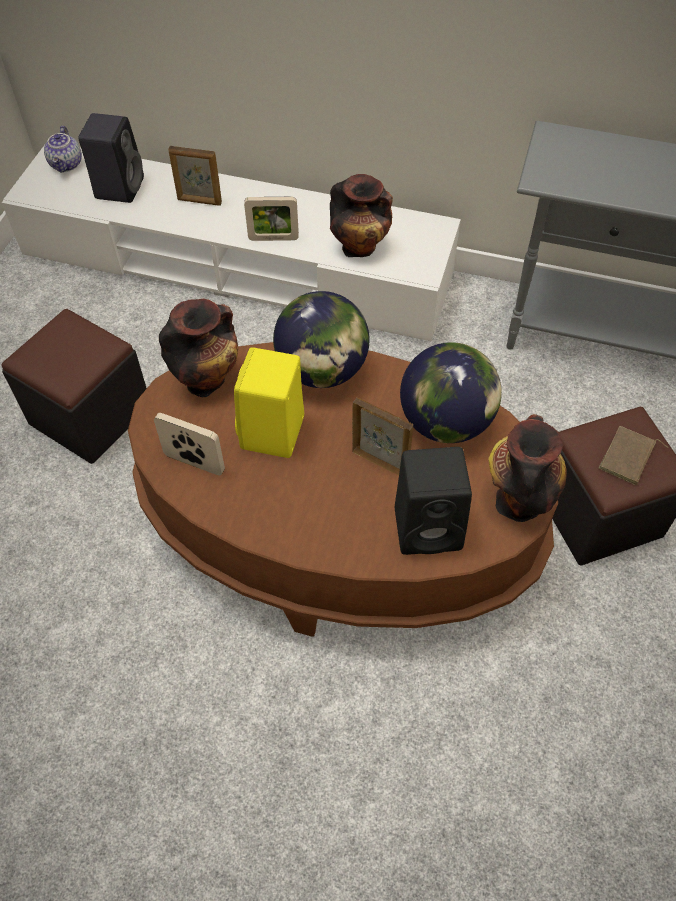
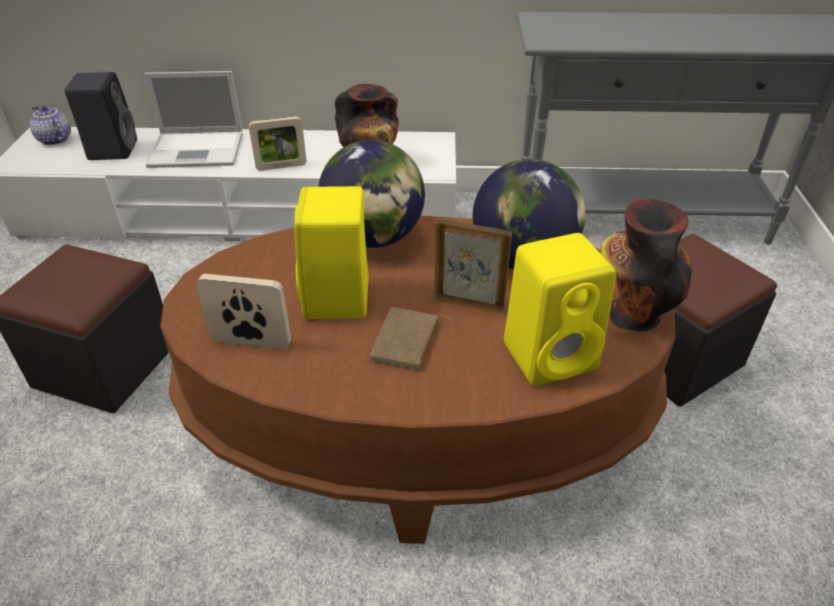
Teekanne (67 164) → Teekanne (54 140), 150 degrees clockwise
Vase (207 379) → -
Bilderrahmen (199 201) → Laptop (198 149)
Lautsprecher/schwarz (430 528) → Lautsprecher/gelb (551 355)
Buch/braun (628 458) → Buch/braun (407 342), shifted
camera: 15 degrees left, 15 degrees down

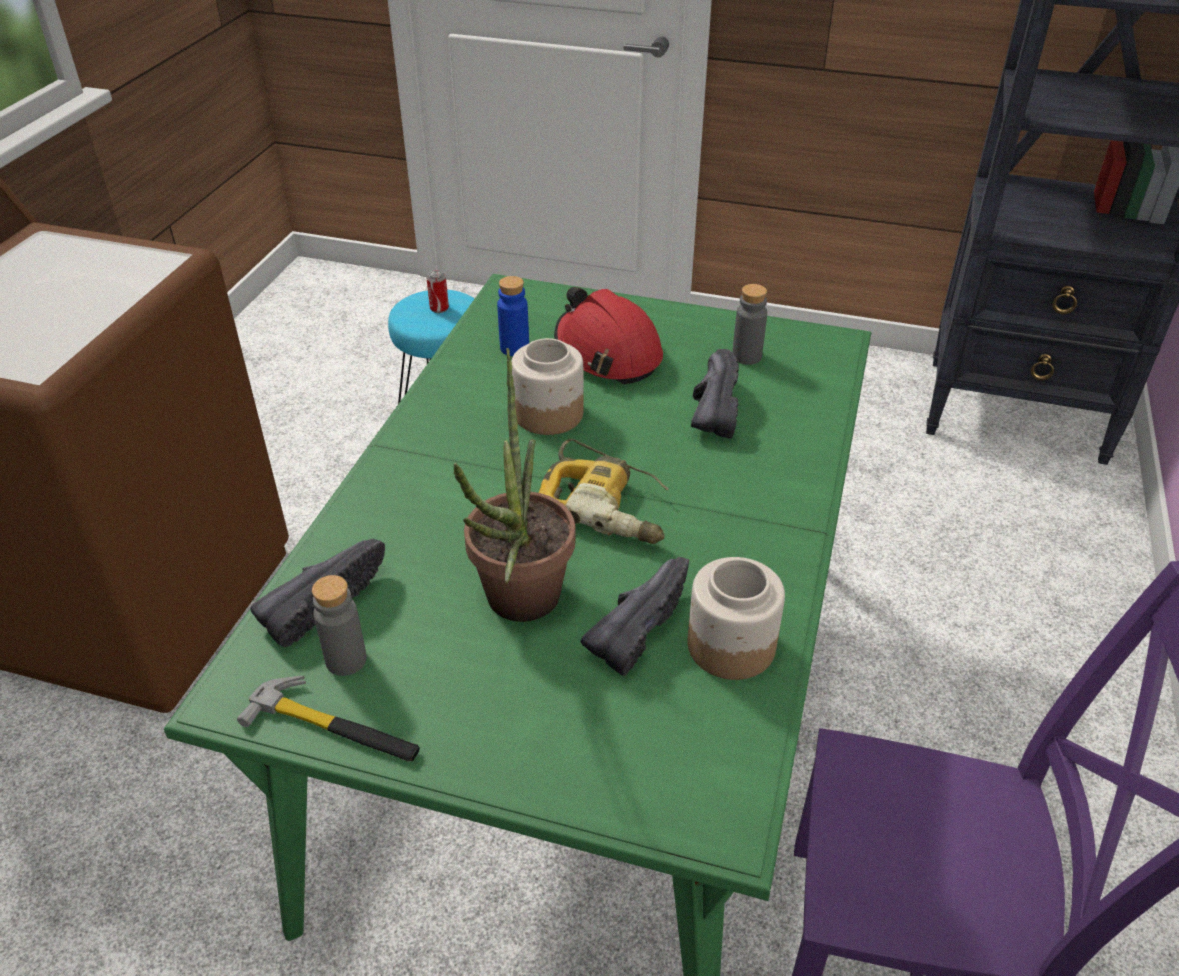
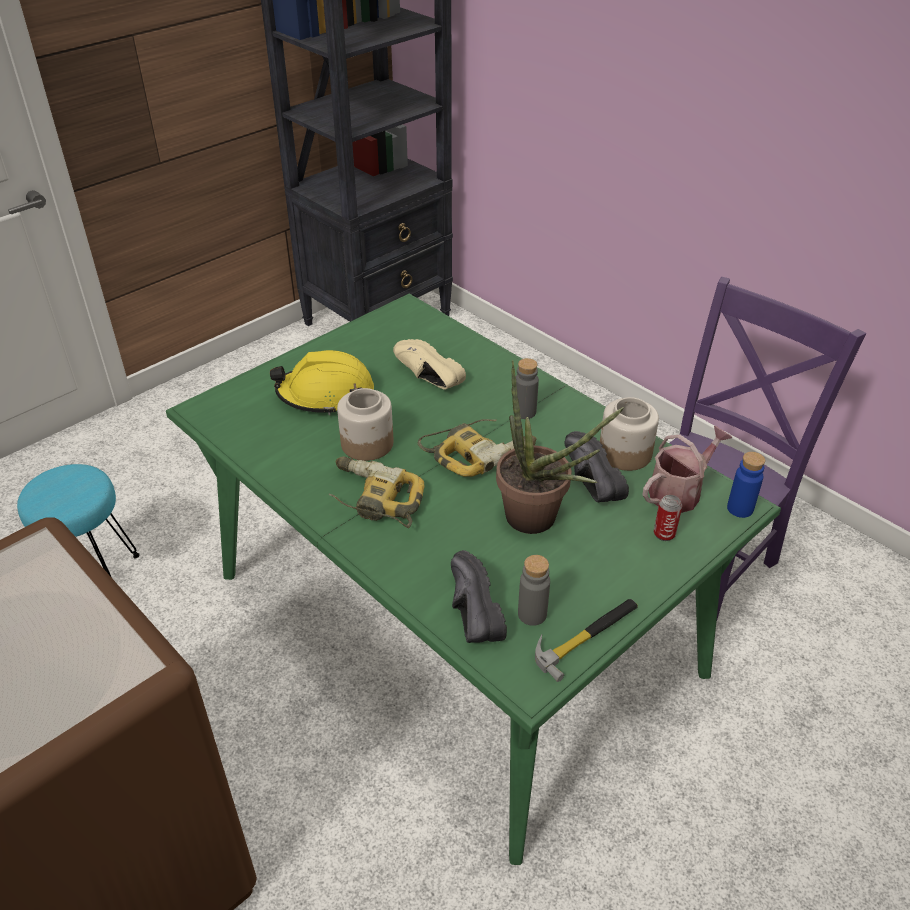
Dose (439 308) → Dose (664 534), shifted
Flasche/blau (514 348) → Flasche/blau (740 508), shifted
Schutzhelm/rot (607 352) → Schutzhelm/gelb (326 394)
Schuh/schwarz (709 409) → Schuh/beige (425 379)
Flasche/grau (746 356) → Flasche/grau (524 412), shifted
- → Bohrmaschine (373 500)
- → Gießkanne (679 492)
camera: 60 degrees left, 0 degrees up

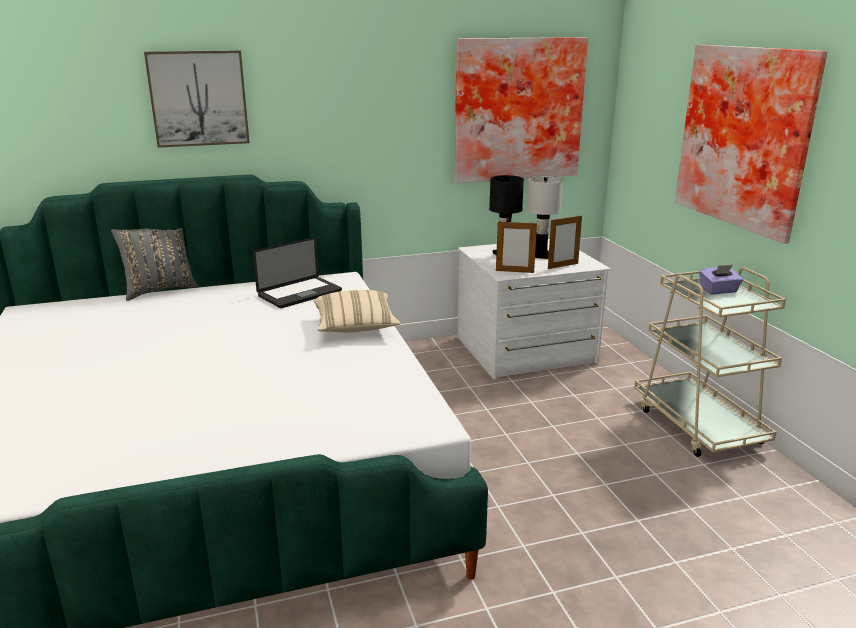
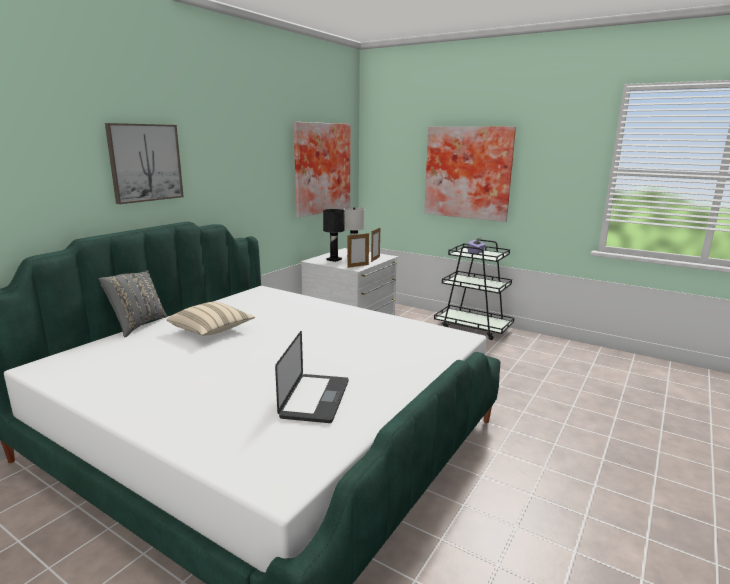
Laptop (300 294) → Laptop (315 399), shifted
Kissen/beige (355 327) → Kissen/beige (211 330), shifted
Rollwagen/beige (698 425) → Rollwagen/schwarz (473 328)
camera: 40 degrees left, 5 degrees down

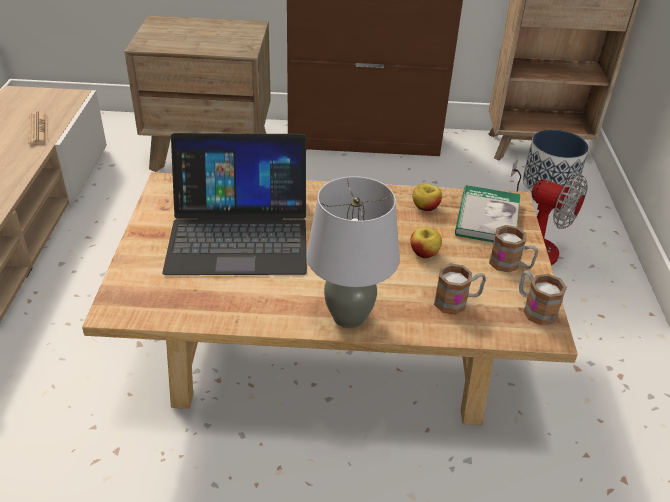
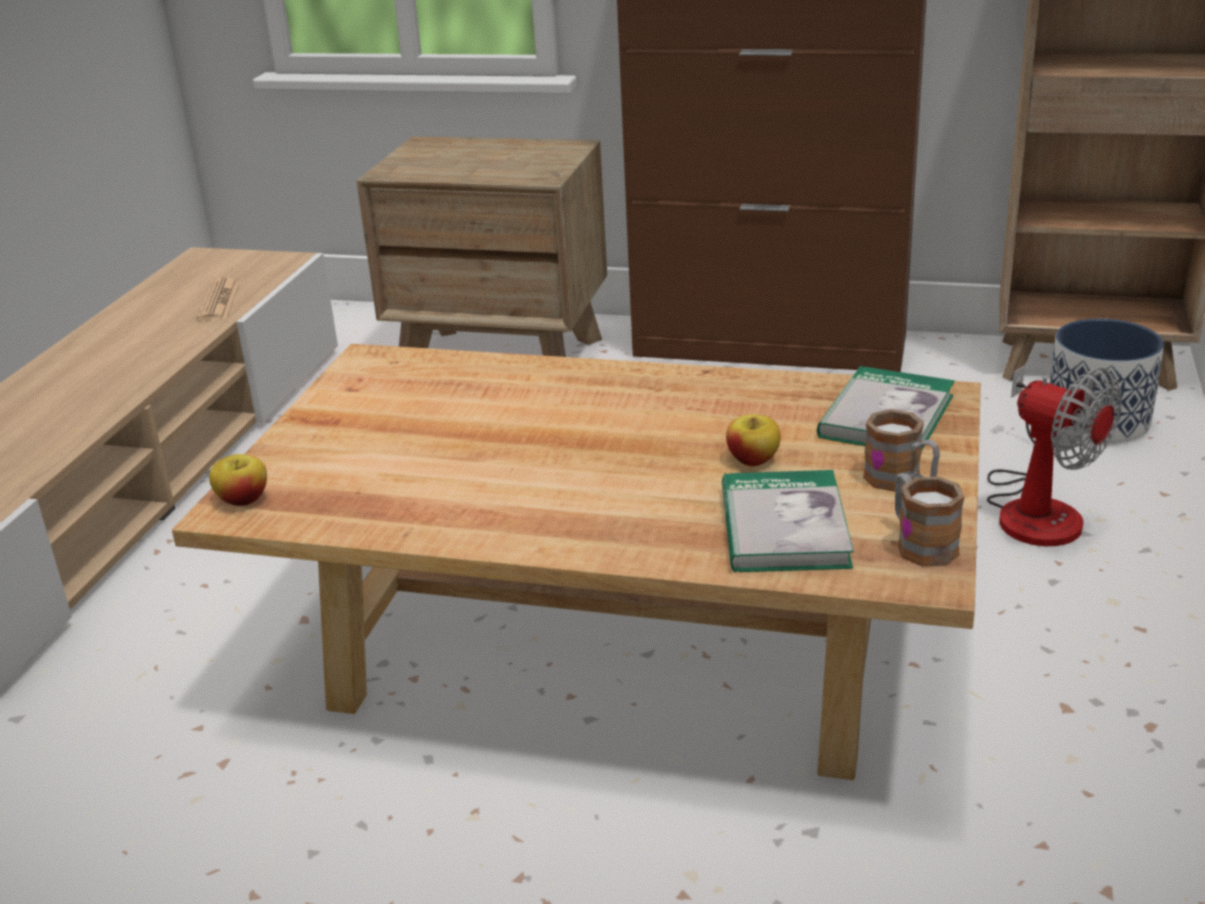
Laptop (239 233) → -
Tischlampe/grau (349 317) → -
Apfel (425 207) → Apfel (243 500), shifted
Henkelbecher (457 302) → Buch (784 527)
camera: 15 degrees right, 10 degrees down

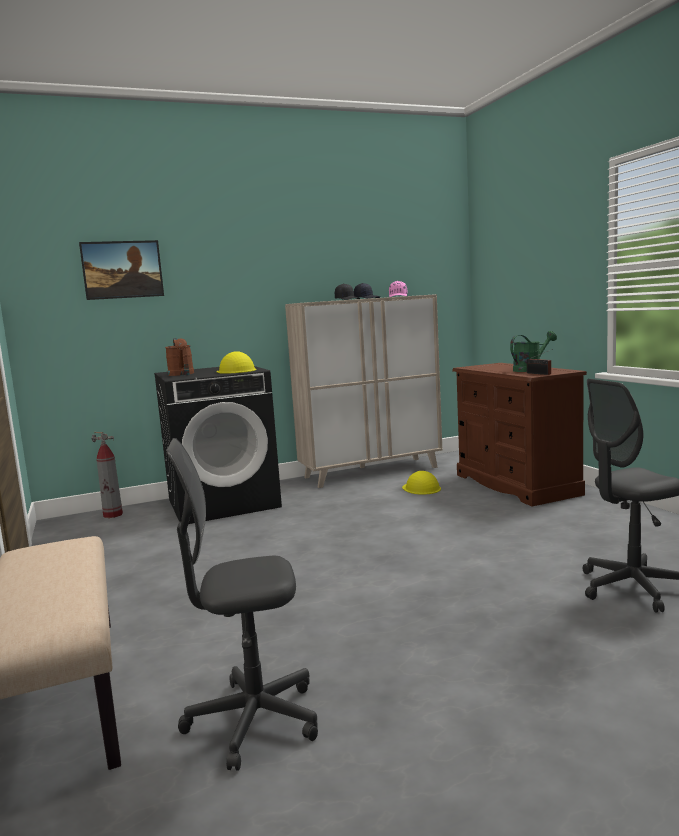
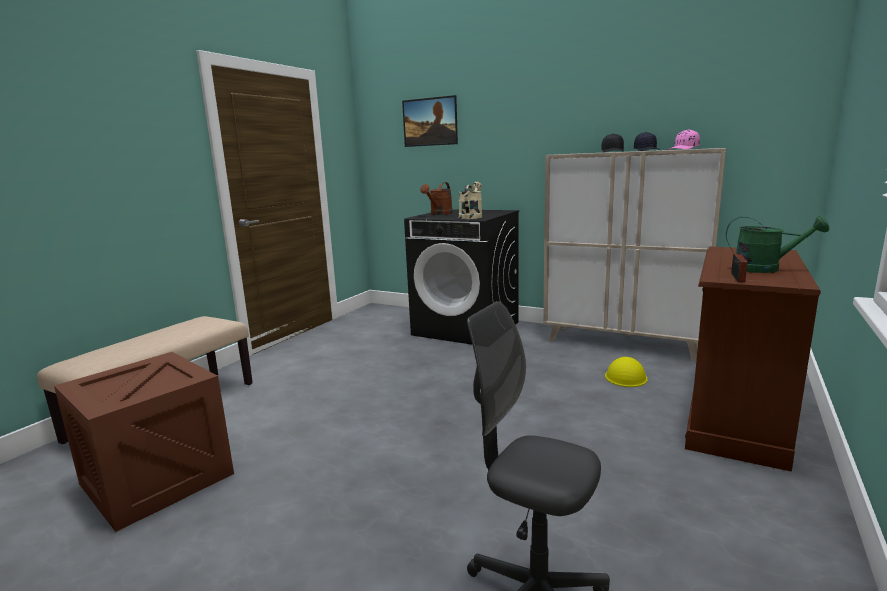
Feuerlöscher (113 515) → -
Bürostuhl/grau (253 720) → Kiste (157 479)
Schutzhelm/gelb (236 371) → Gießkanne/beige (471 216)
camera: 50 degrees right, 5 degrees up

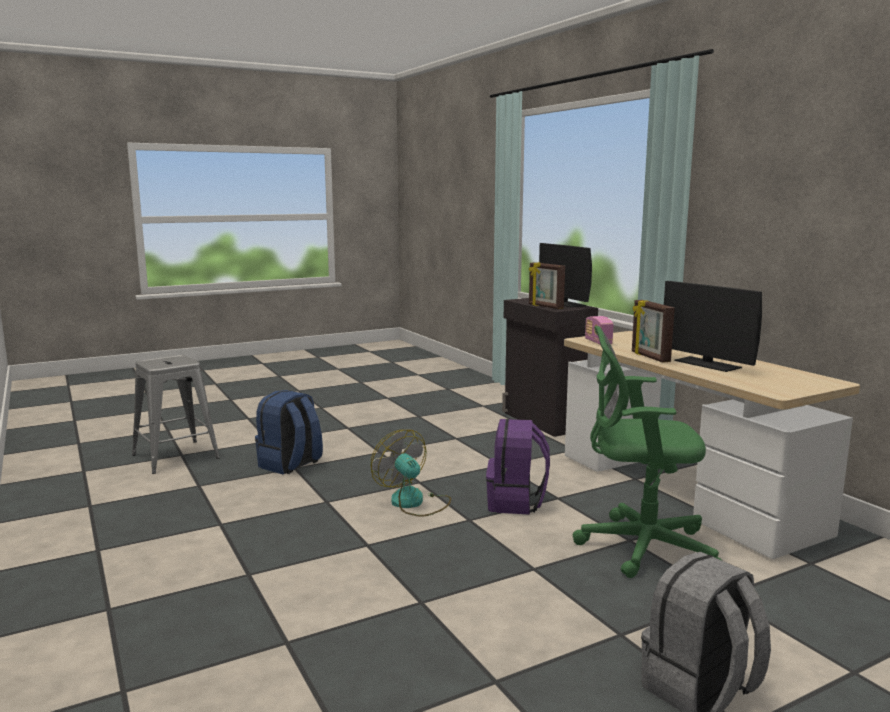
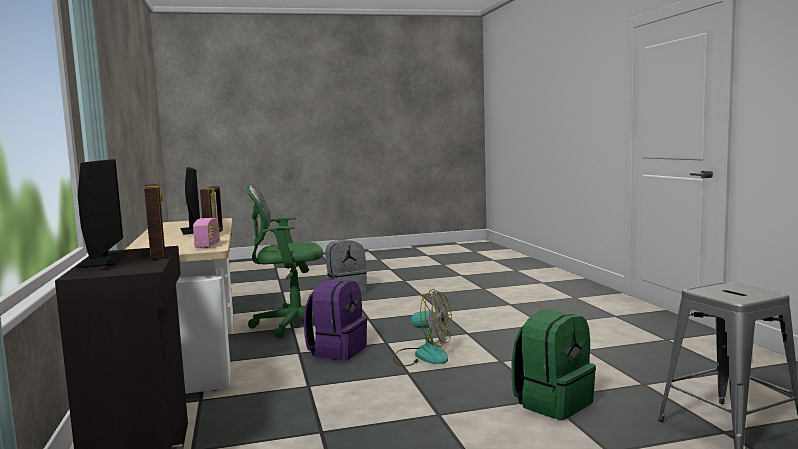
Rucksack/blau (290 465) → Rucksack/grün (553 403)
Ventilator (413 502) → Ventilator (423 356), 45 degrees counterclockwise
Bürostuhl/grün (639 547) → Bürostuhl/grün (292 324), 150 degrees clockwise
camera: 165 degrees left, 5 degrees down

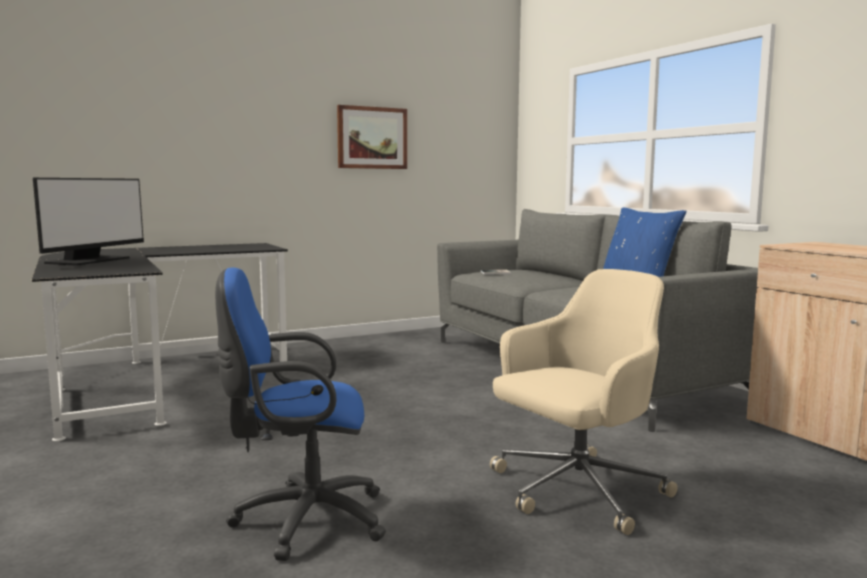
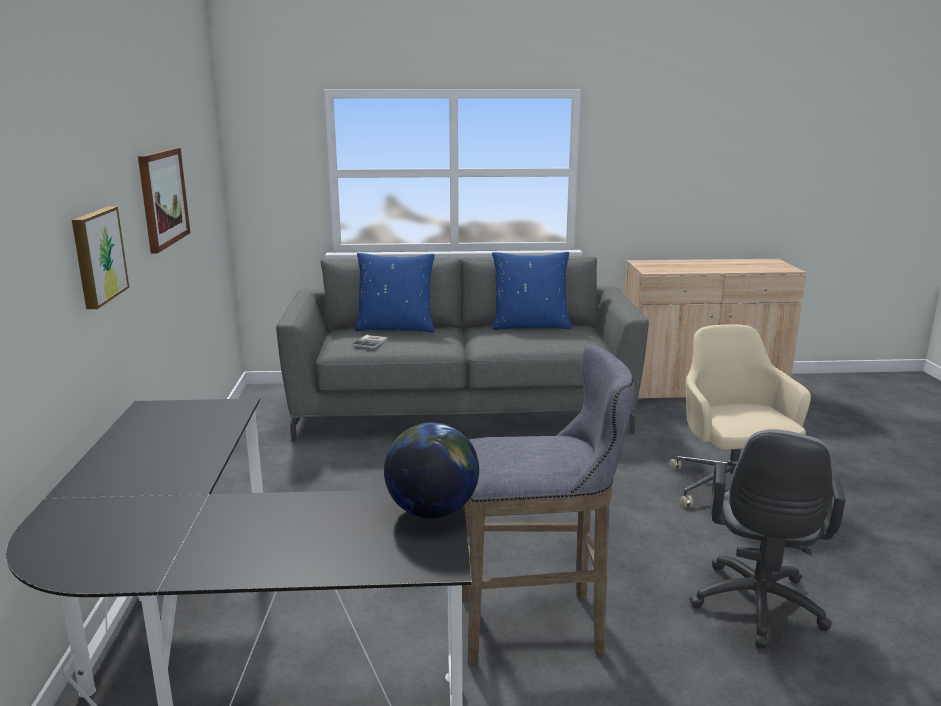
Monitor (90 261) → -
Bürostuhl/blau (302 520) → Bürostuhl/grau (757 609)
- → Bild (97 256)
- → Kissen/blau (396 328)
- → Globus (432 511)
- → Hocker/grau (538 625)
camera: 65 degrees left, 10 degrees up

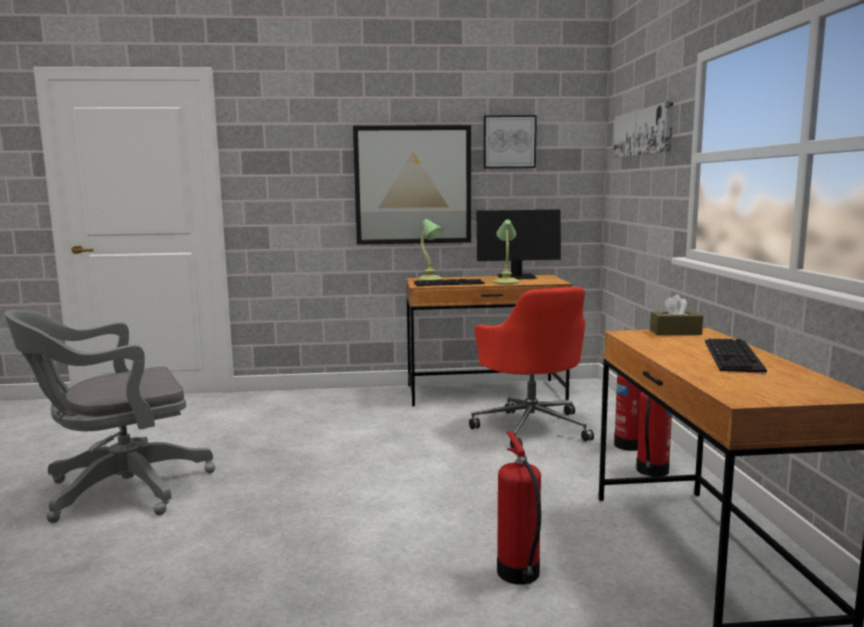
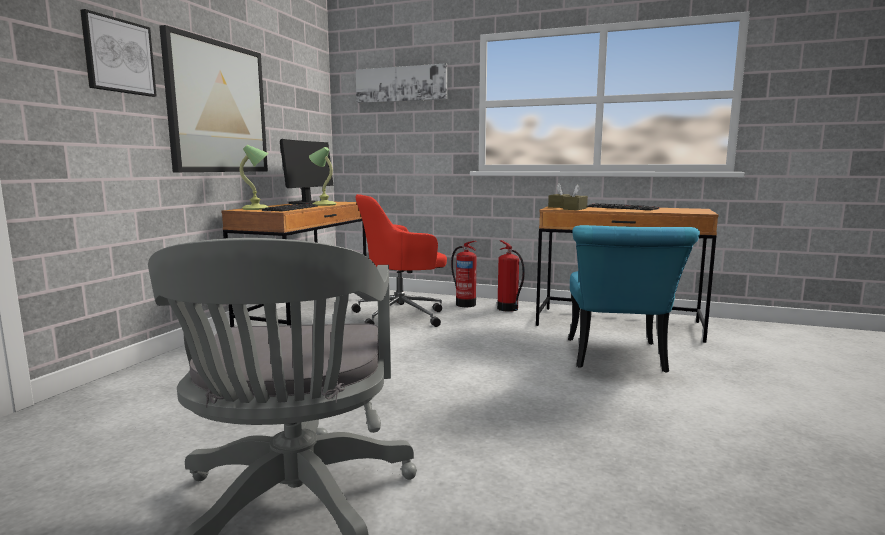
Bürostuhl/rot (531 427) → Bürostuhl/rot (401 315), 150 degrees clockwise
Bild (509 142) → Bild (118 56), shifted
Feuerlöscher (519 574) → Stuhl/türkis (617 359)
- → Taschentuchbox/braun (575 209)
camera: 65 degrees left, 0 degrees up

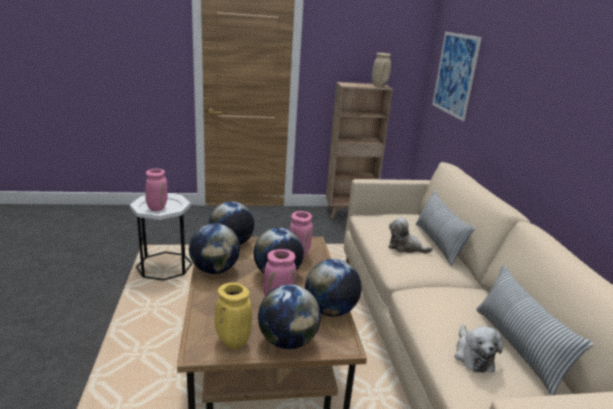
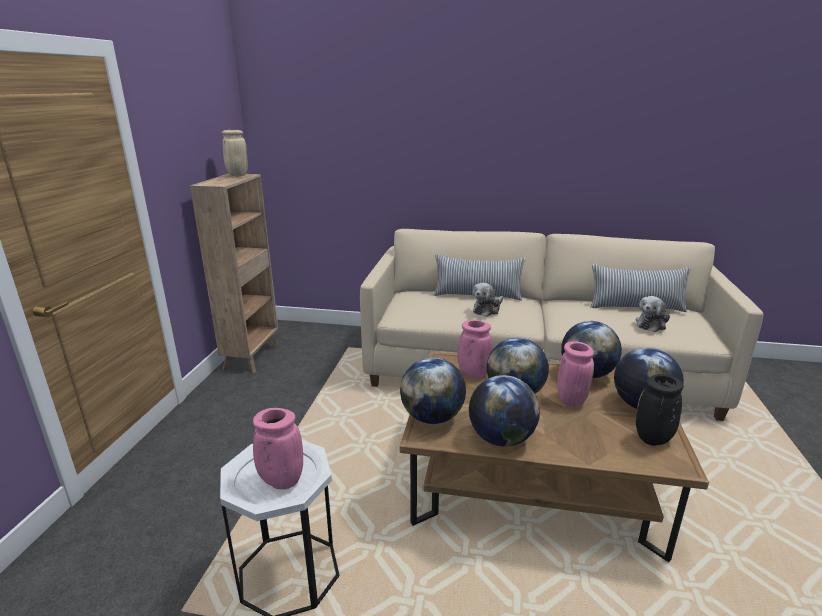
Vase/gelb (232 341) → Vase/schwarz (652 440)
Bild (455 74) → -
Plüschtier (473 355) → Plüschtier (651 324), 120 degrees clockwise
camera: 70 degrees left, 0 degrees up

